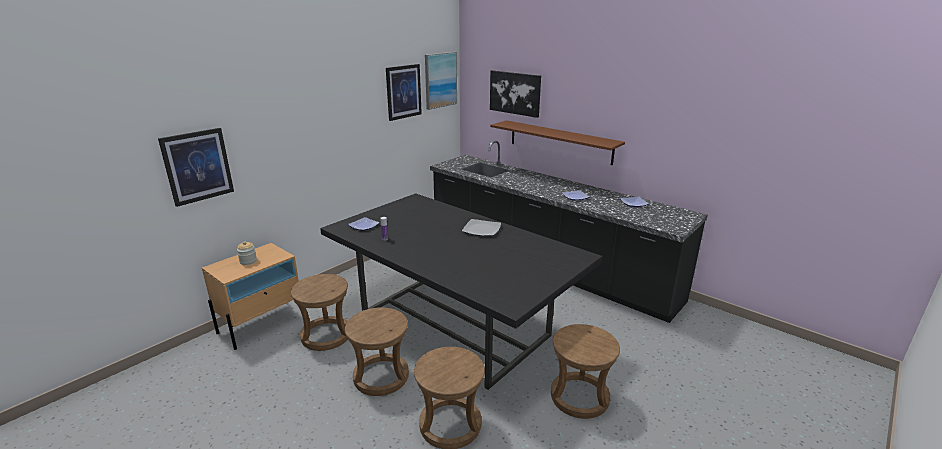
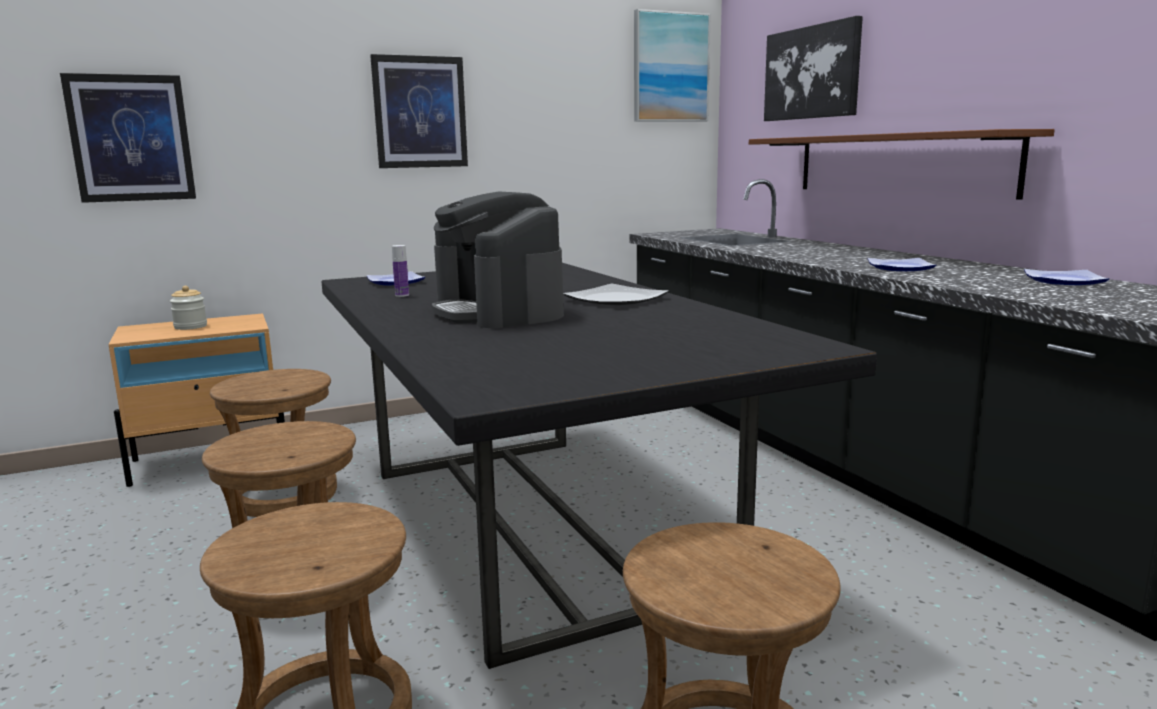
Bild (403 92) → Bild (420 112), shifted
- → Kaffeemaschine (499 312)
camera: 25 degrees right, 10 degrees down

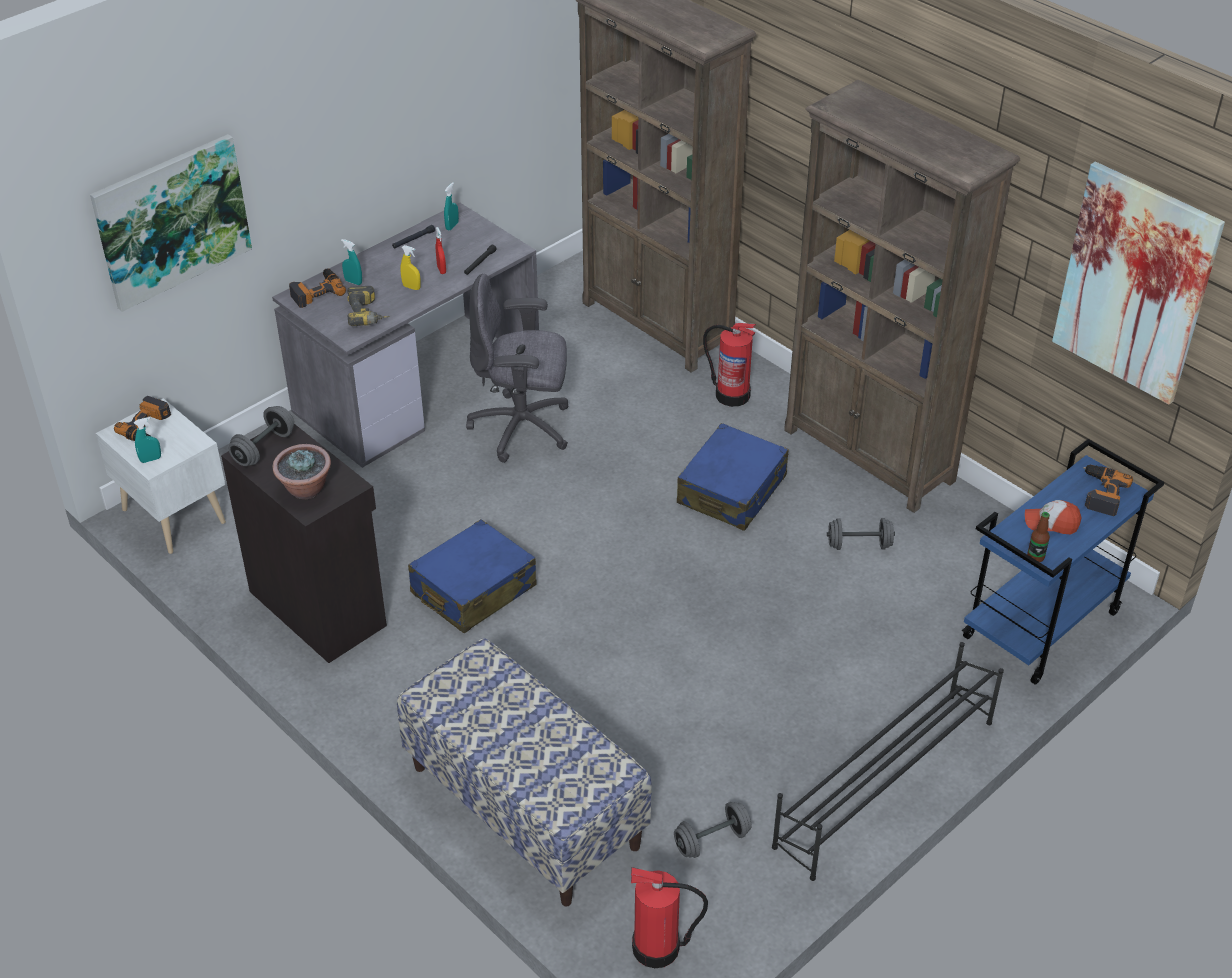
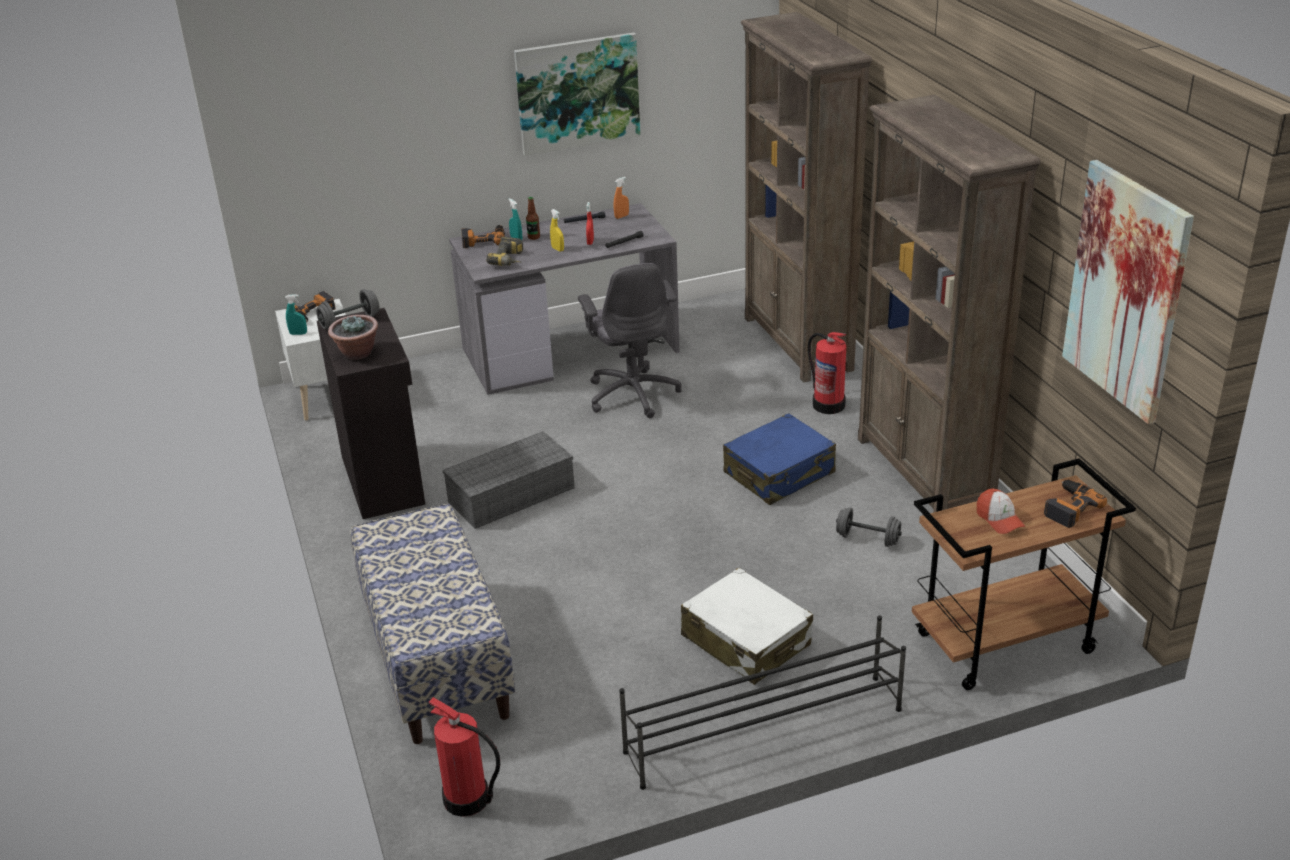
Bild (172 220) → Bild (577 93), shifted
Koffer/blau (473 590) → Aufbewahrungsbox/grau (510 496)
Sprühflasche/türkis (452 226) → Sprühflasche/orange (621 216)
Bürostuhl/grau (523 428) → Bürostuhl/grau (633 394), 135 degrees counterclockwise
Hantel/grau (711 840) → -
Rollwagen/blau (1041 626) → Rollwagen/braun (1004 644)
Kappe (1051 523) → Kappe (999 519), 150 degrees counterclockwise
Flasche (1035 557) → Flasche (534 237), shifted
- → Koffer/weiß (745 641)
camera: 25 degrees right, 10 degrees down

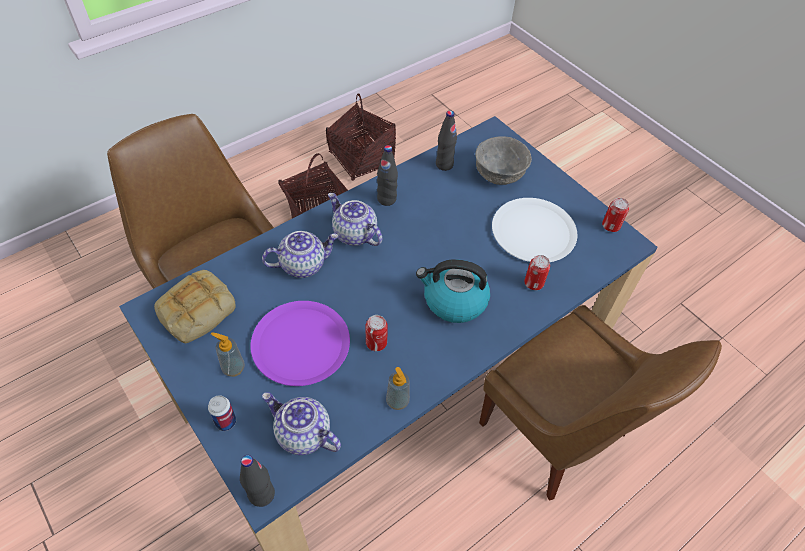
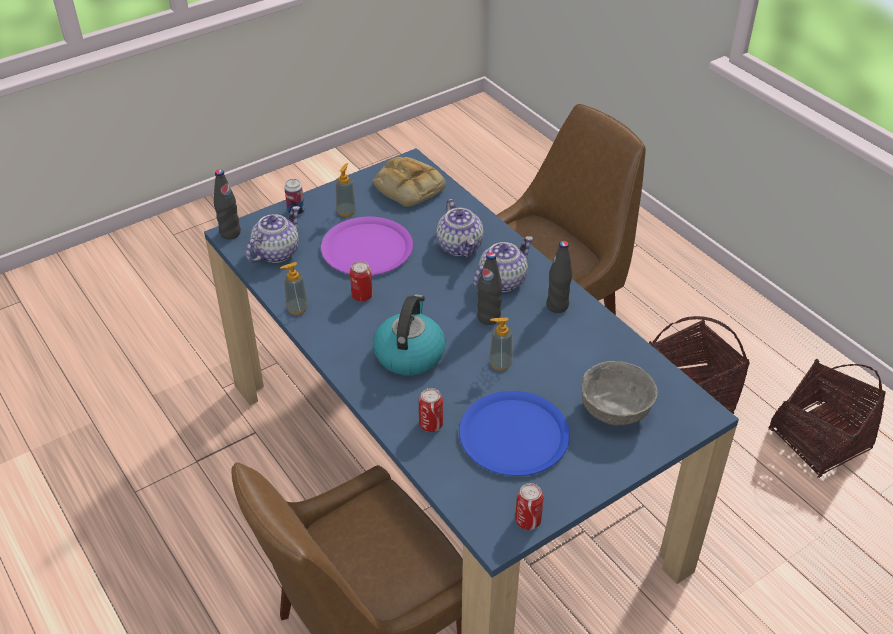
Flasche/schwarz (444 164) → Flasche/schwarz (488 317), shifted
Teller/weiß (533 231) → Teller/blau (514 434)
- → Seifenspender (500 363)
camera: 95 degrees right, 10 degrees down

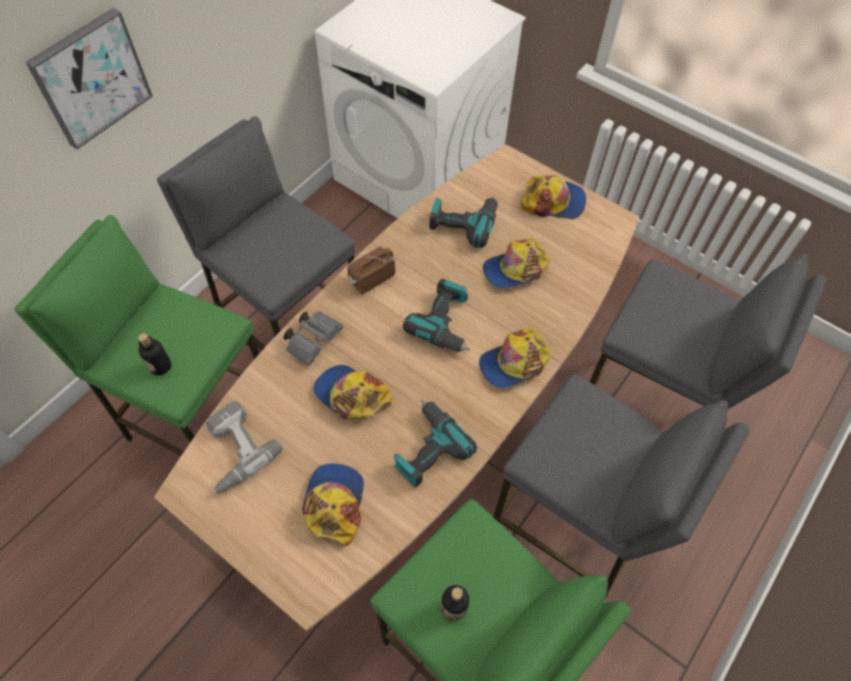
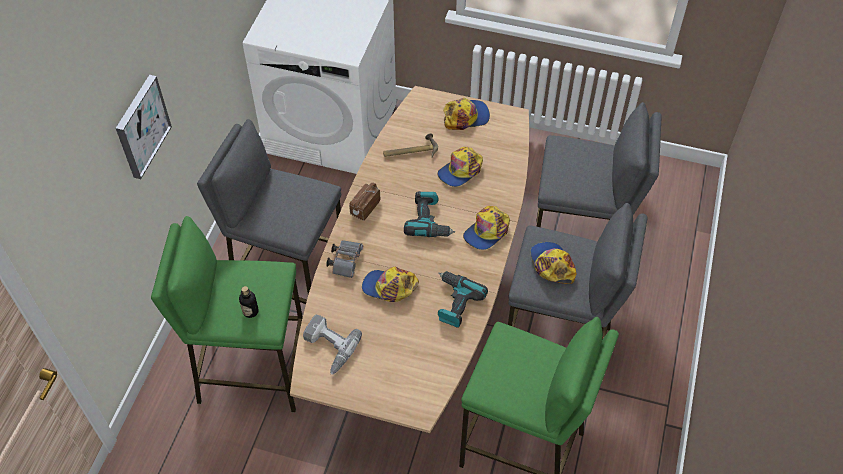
Kappe (334 504) → Kappe (552 265), shifted
Bohrmaschine (463 223) → Hammer (410 150)
Flasche (453 607) → -
camera: 20 degrees left, 5 degrees down

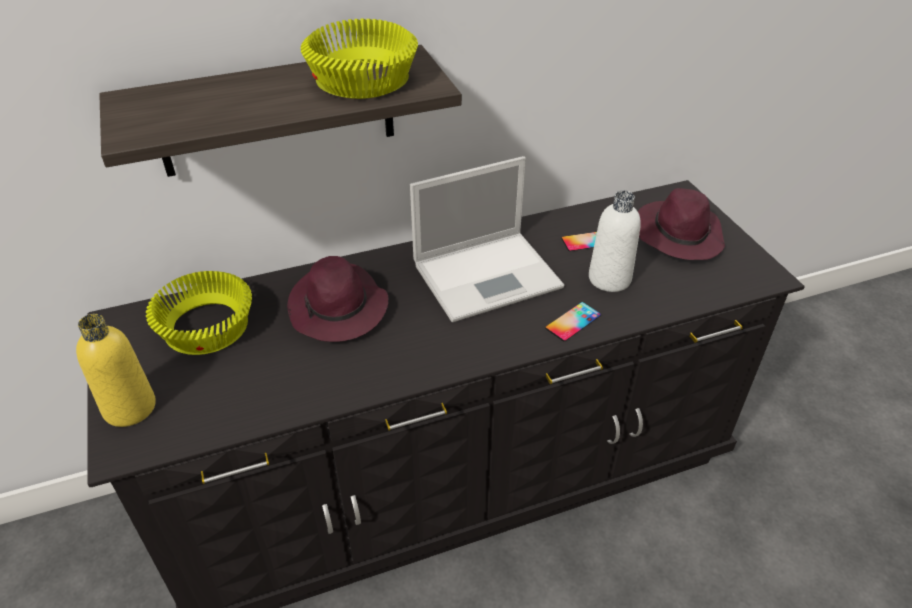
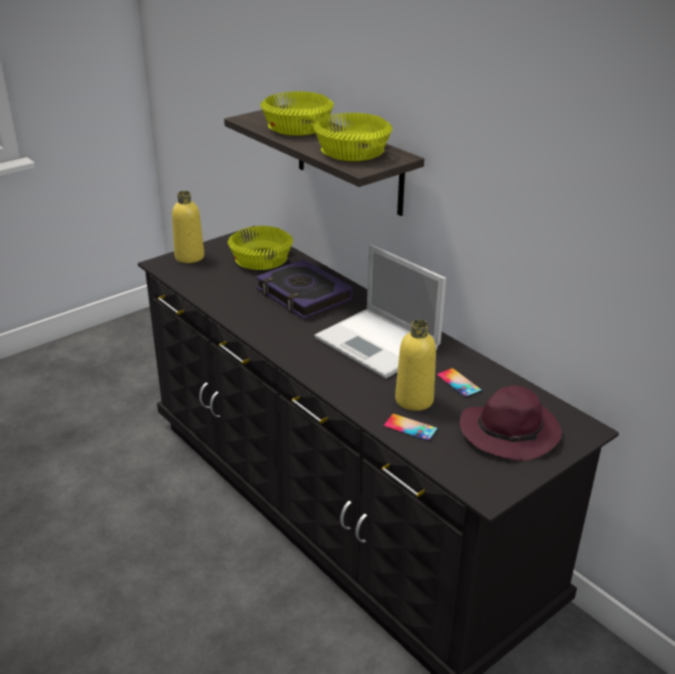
Hut/lila (339 309) → Buch (303 295)
Handy (573 321) → Handy (410 427), shifted
Flasche/weiß (609 279) → Flasche/gelb (414 400)
- → Schüssel/gelb (296 127)
camera: 70 degrees right, 10 degrees down

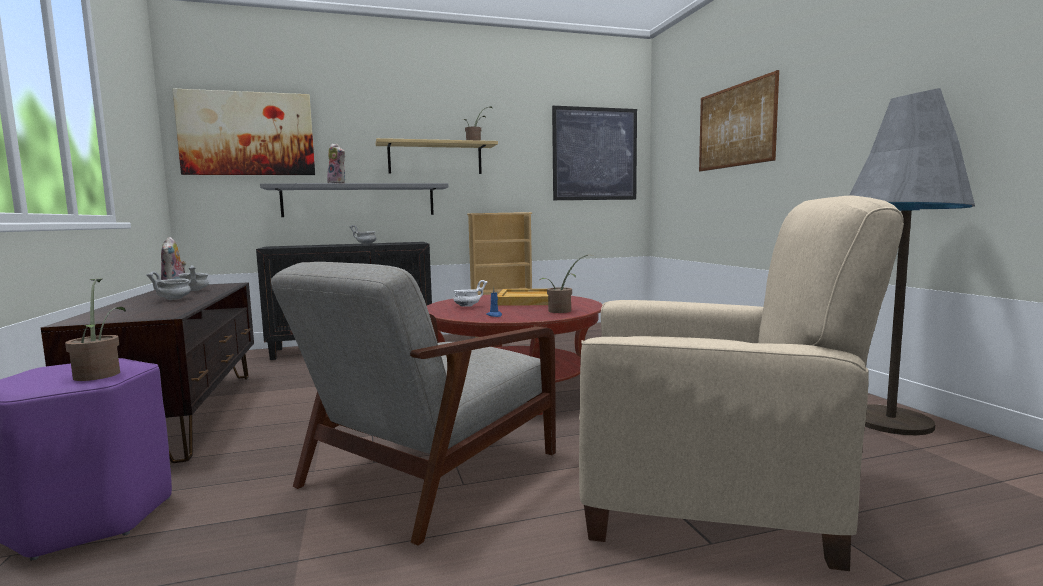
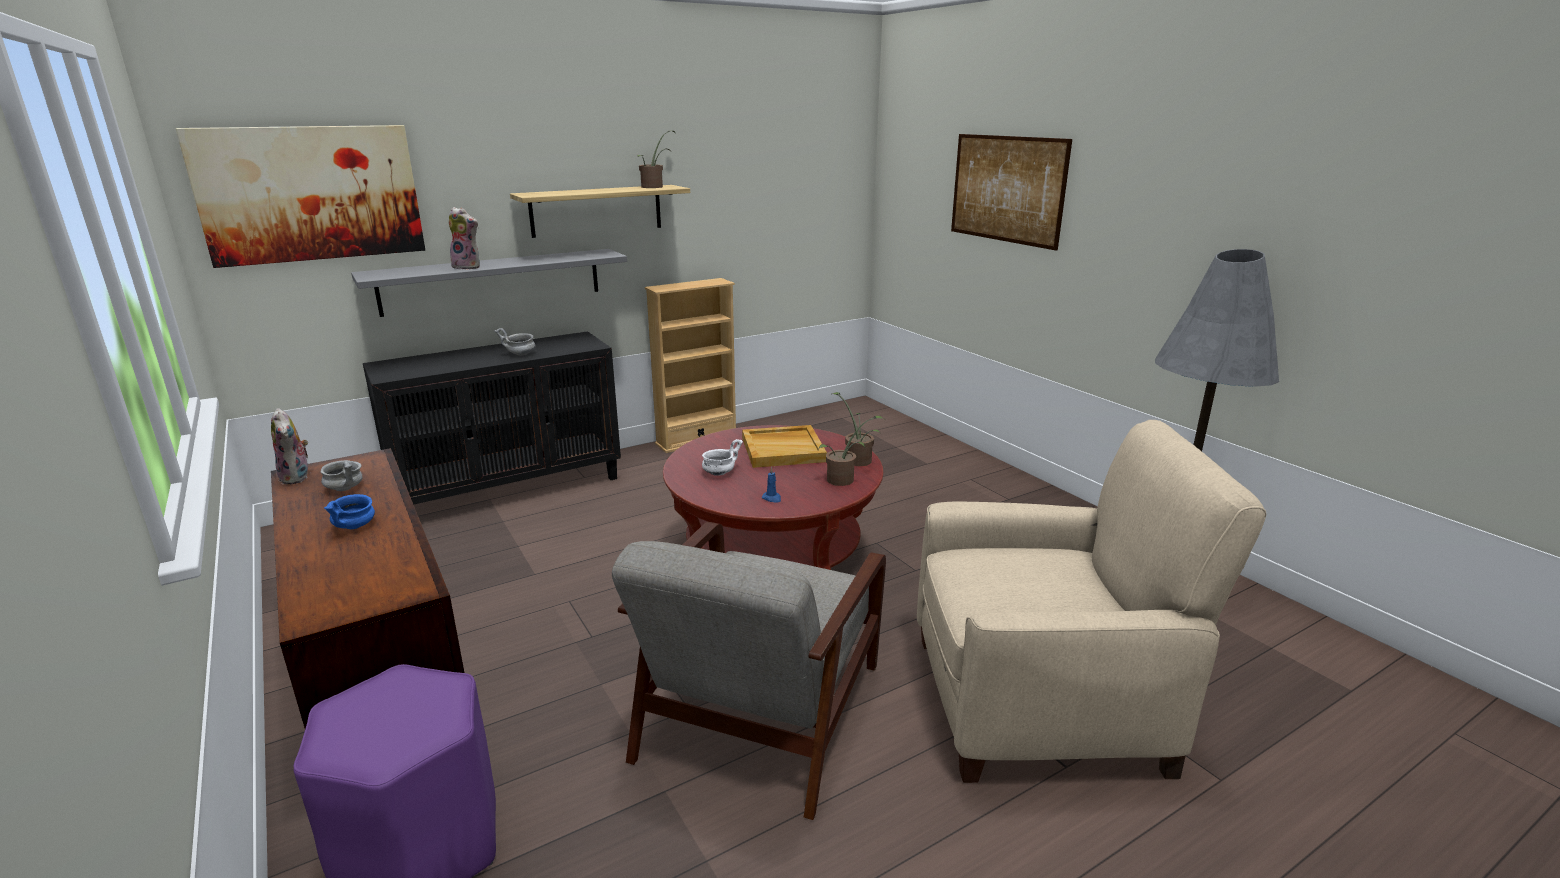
Topfpflanze (100 373) → Topfpflanze (856 459), shifted
Schüssel/grau (173 299) → Schüssel/blau (354 527)
Bild (595 154) → -
camera: 15 degrees left, 15 degrees up

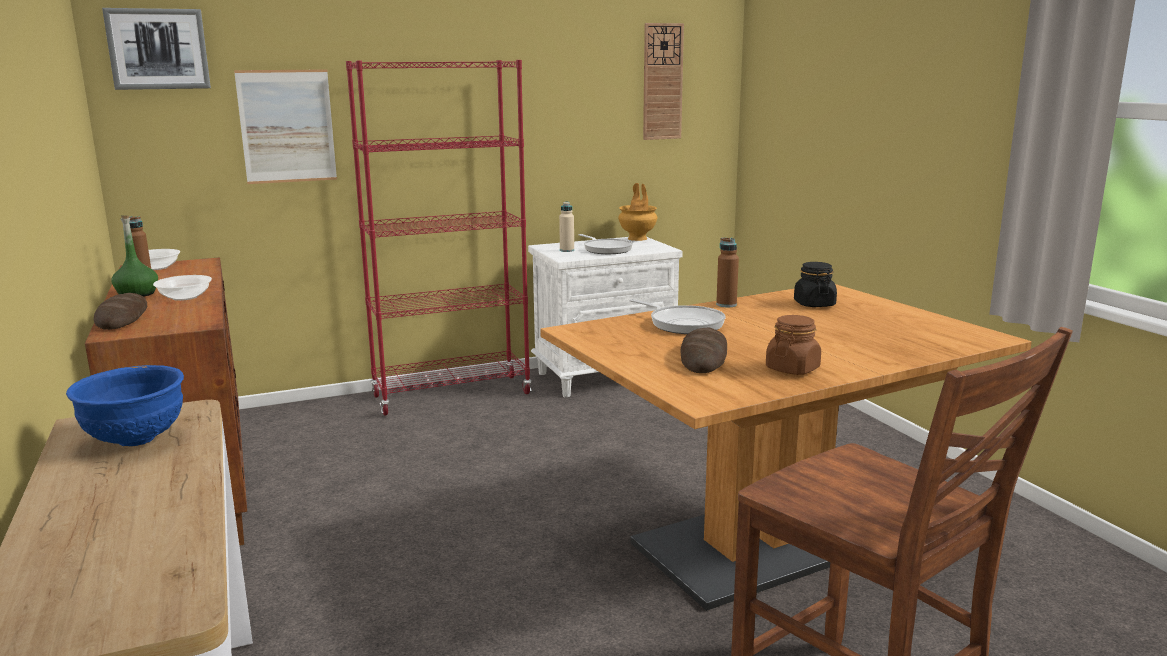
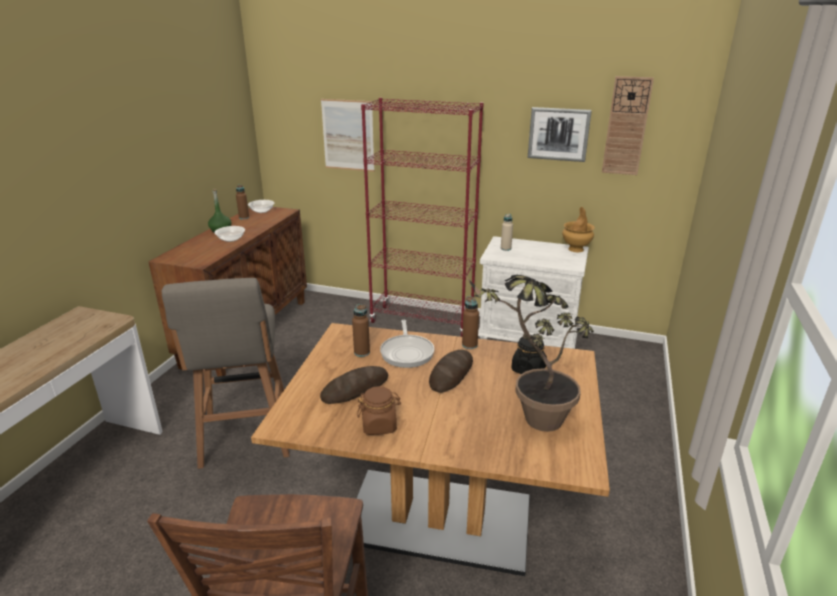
Schüssel/blau (134 440) → -
Brot (122 318) → Brot (451 374), shifted
Bild (158 49) → Bild (558 134), shifted
Pfanne (606 249) → -
- → Hocker/grau (246 439)
- → Flasche/braun (362 352)
- → Topfpflanze (529 418)
camera: 40 degrees right, 10 degrees up

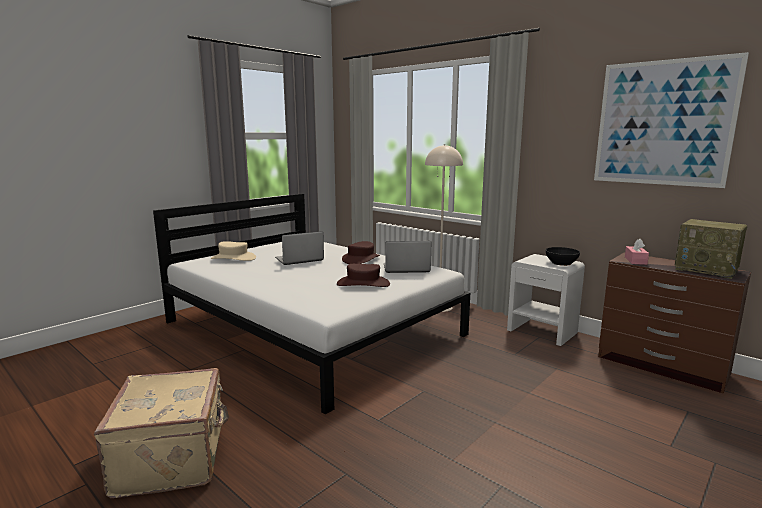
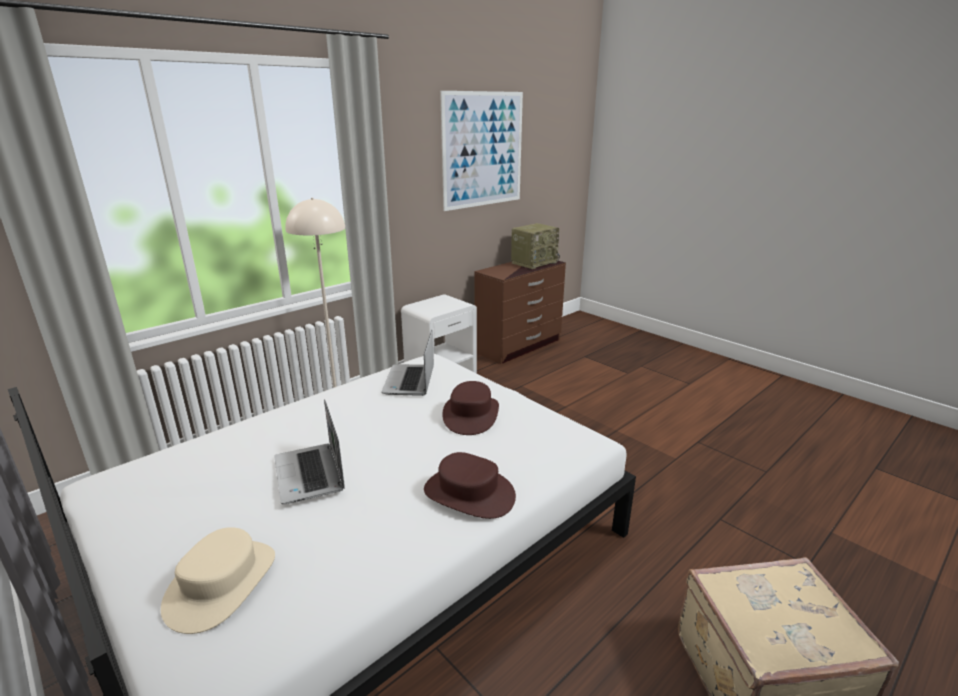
Hut/braun (361 259) → Hut/braun (468 494), shifted
Schüssel/schwarz (561 263) → -
Taschentuchbox/rosa (635 260) → -
camera: 85 degrees left, 10 degrees up

